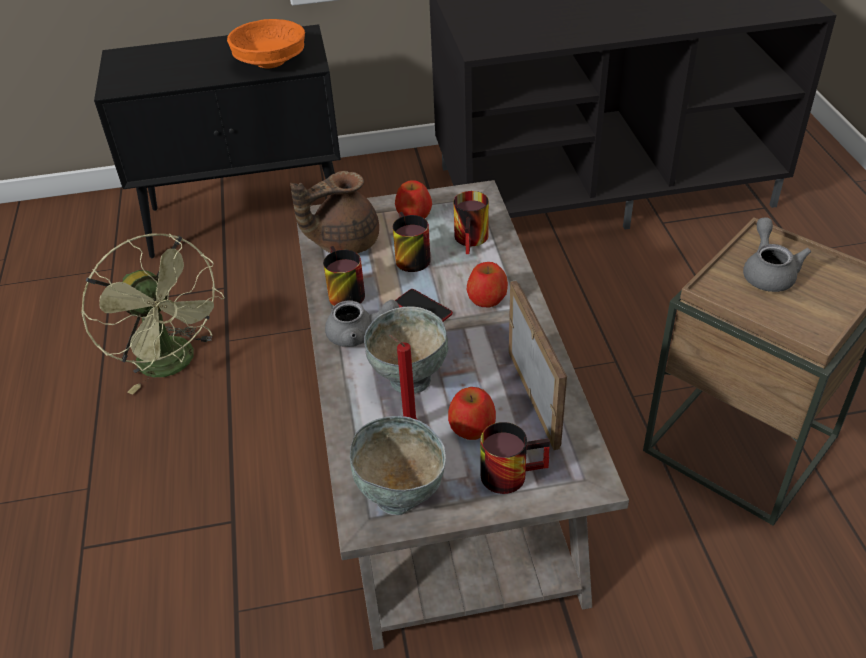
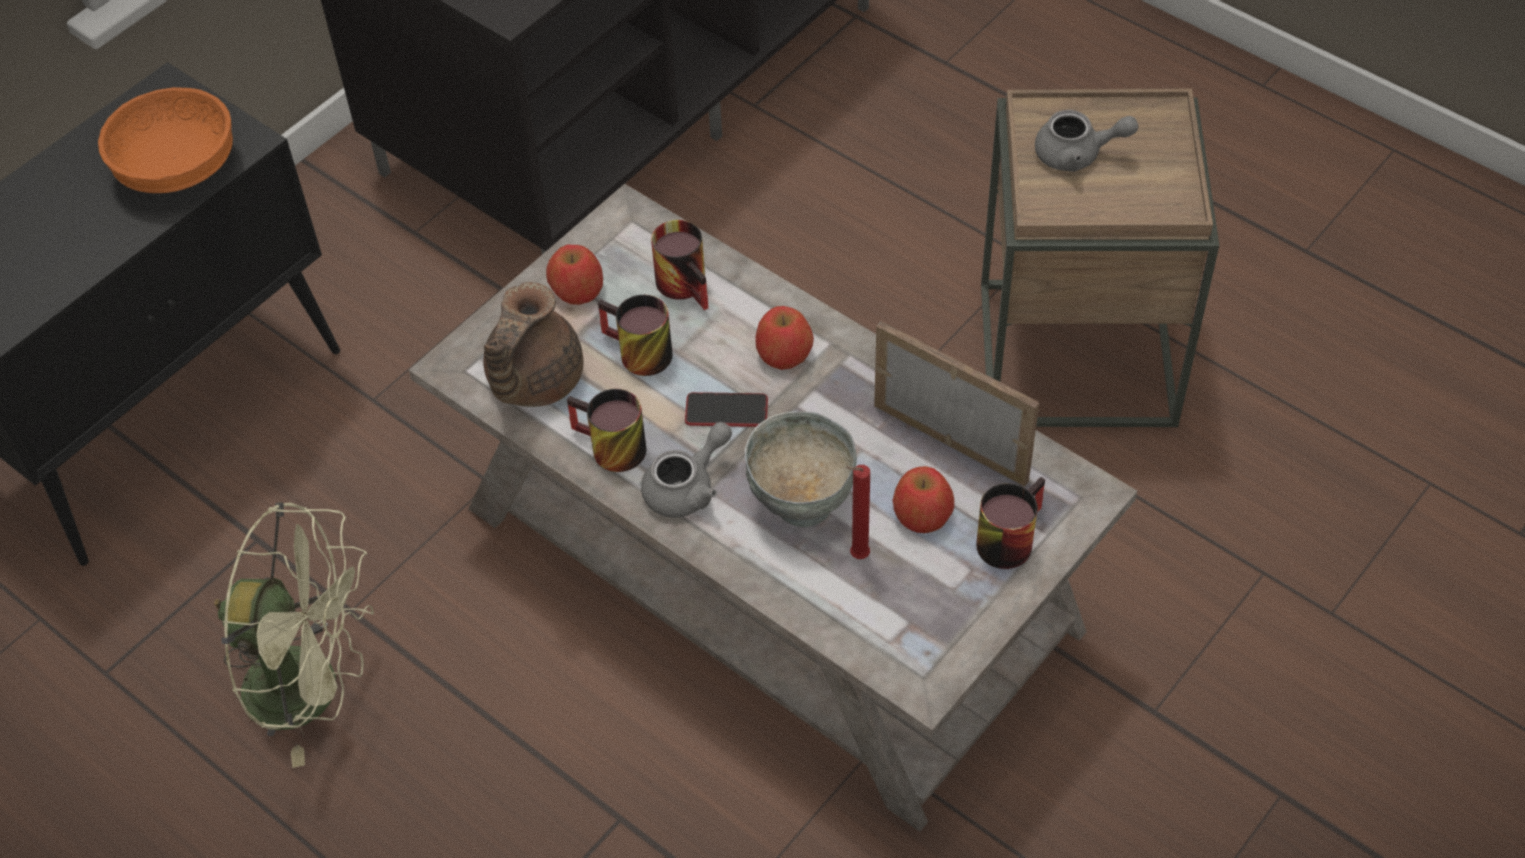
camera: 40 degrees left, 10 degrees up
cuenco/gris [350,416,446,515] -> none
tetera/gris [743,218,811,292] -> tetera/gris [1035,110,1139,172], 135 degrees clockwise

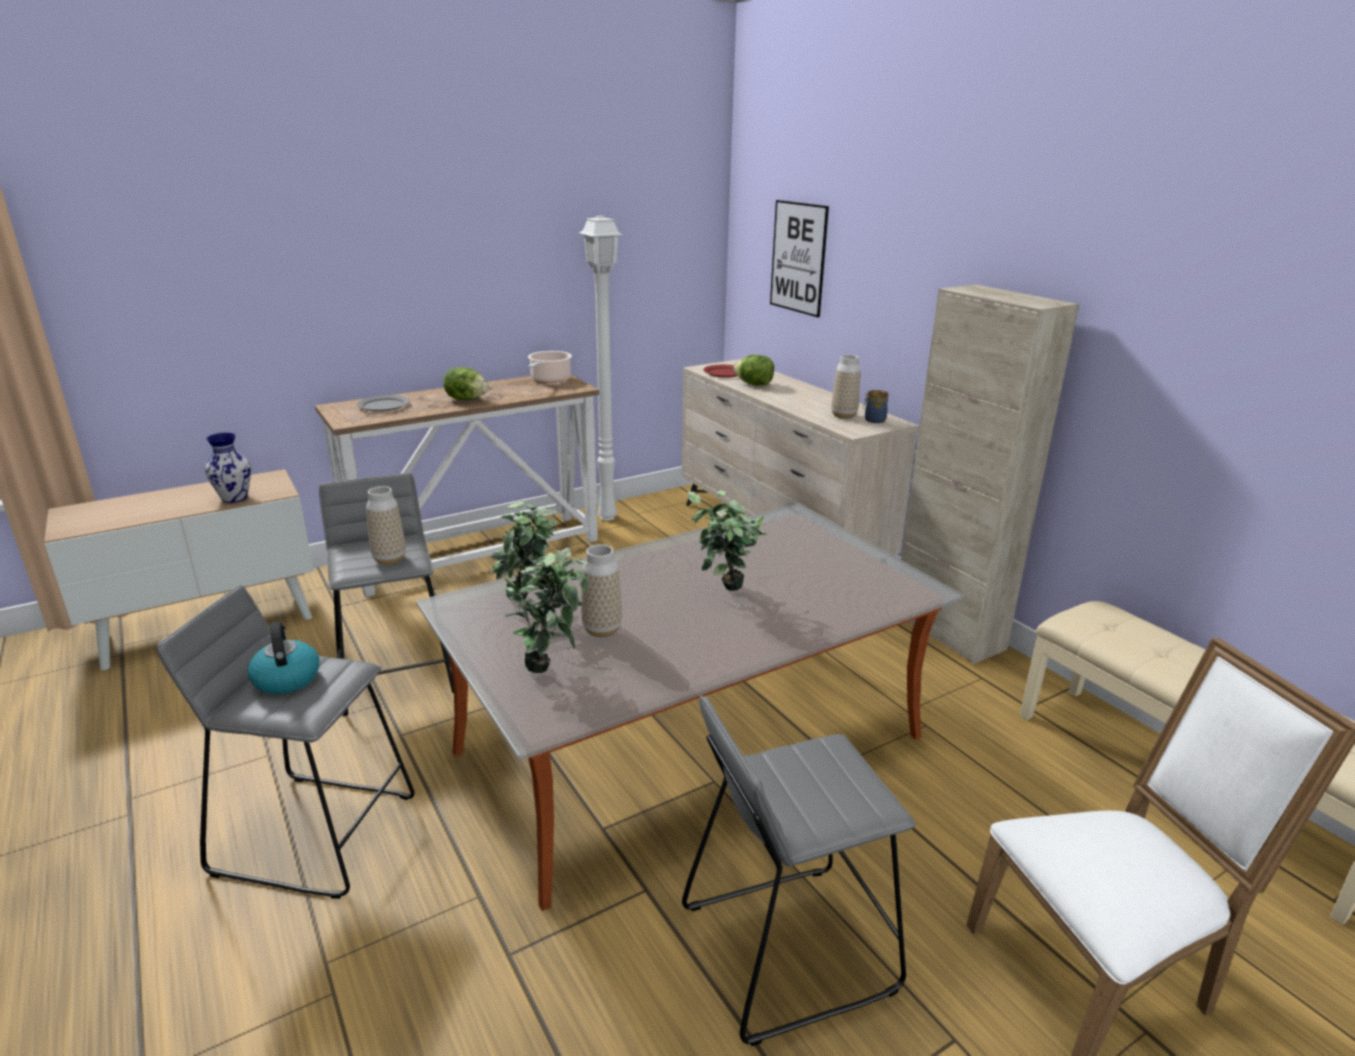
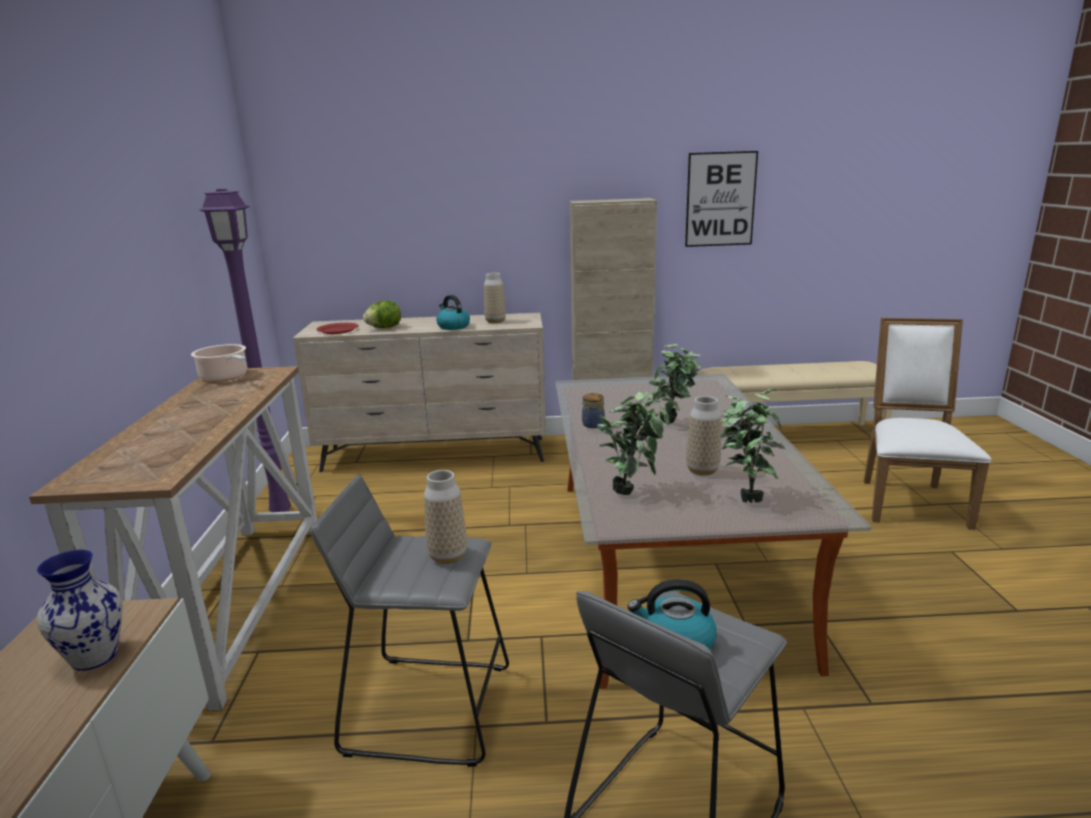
camera: 60 degrees left, 5 degrees down
plato/gris [357,395,409,412] -> none
lechuga [443,367,488,400] -> none
lámpara de pie/blanco [579,216,622,521] -> lámpara de pie/morado [198,189,291,512]
taburete/gris [682,695,916,1046] -> none
cuadro [770,200,829,317] -> cuadro [685,151,758,247], moved
tarro [863,390,889,423] -> tarro [582,393,605,428], moved
none -> hervidor [436,295,470,330]

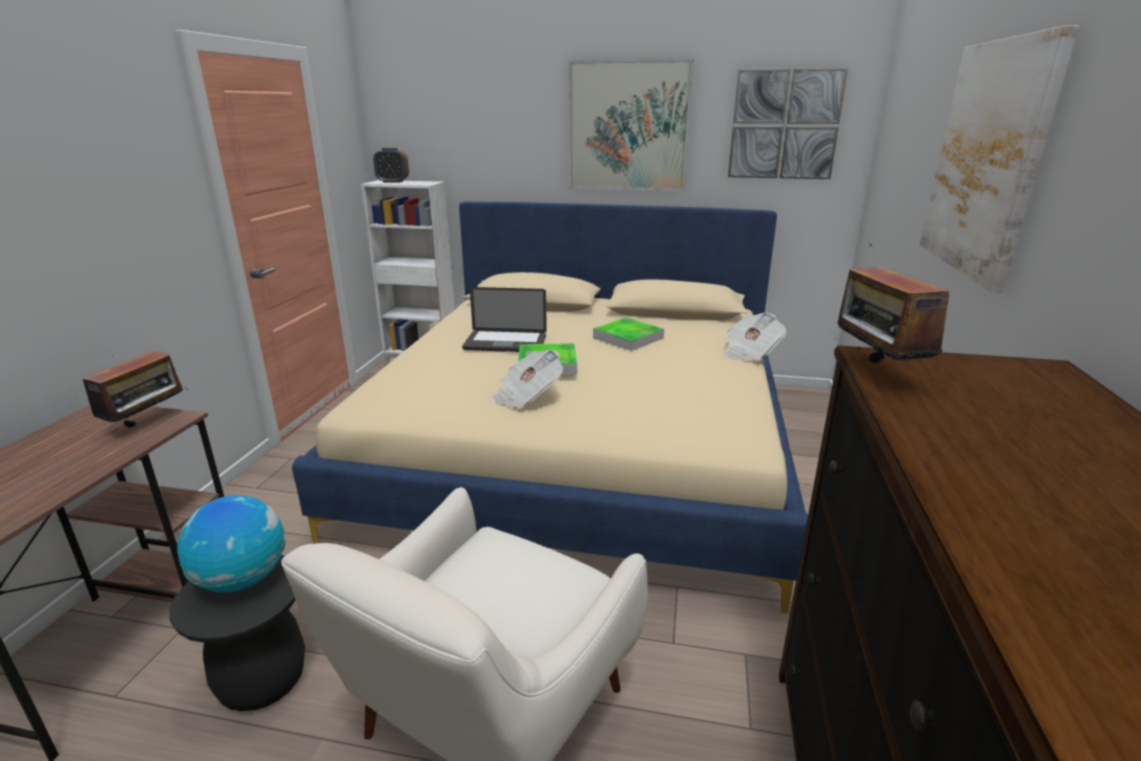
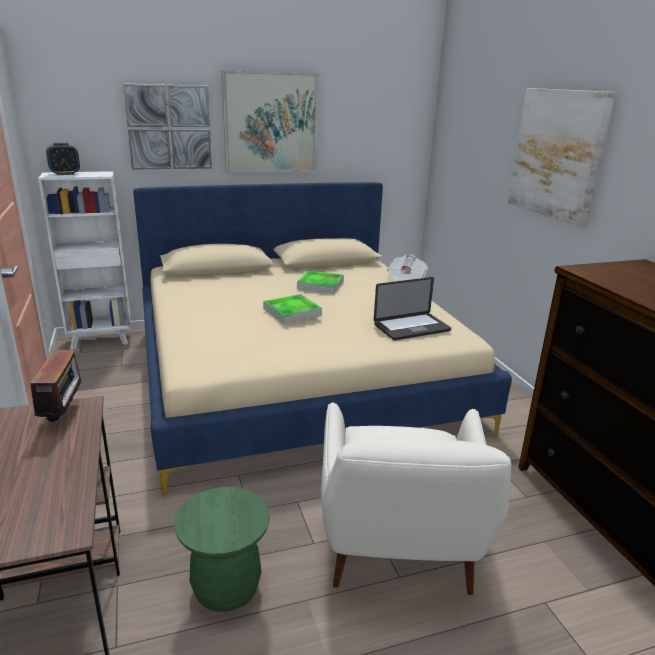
camera: 30 degrees left, 0 degrees up
taburete/negro [170,554,305,711] -> taburete/verde [174,487,270,612]
globo terráqueo [177,495,286,593] -> none
portátil [462,287,547,352] -> portátil [374,277,451,340], moved
periódico [490,350,563,409] -> none
cuadro [728,68,848,179] -> cuadro [123,83,212,170], moved
radio [835,244,949,363] -> none

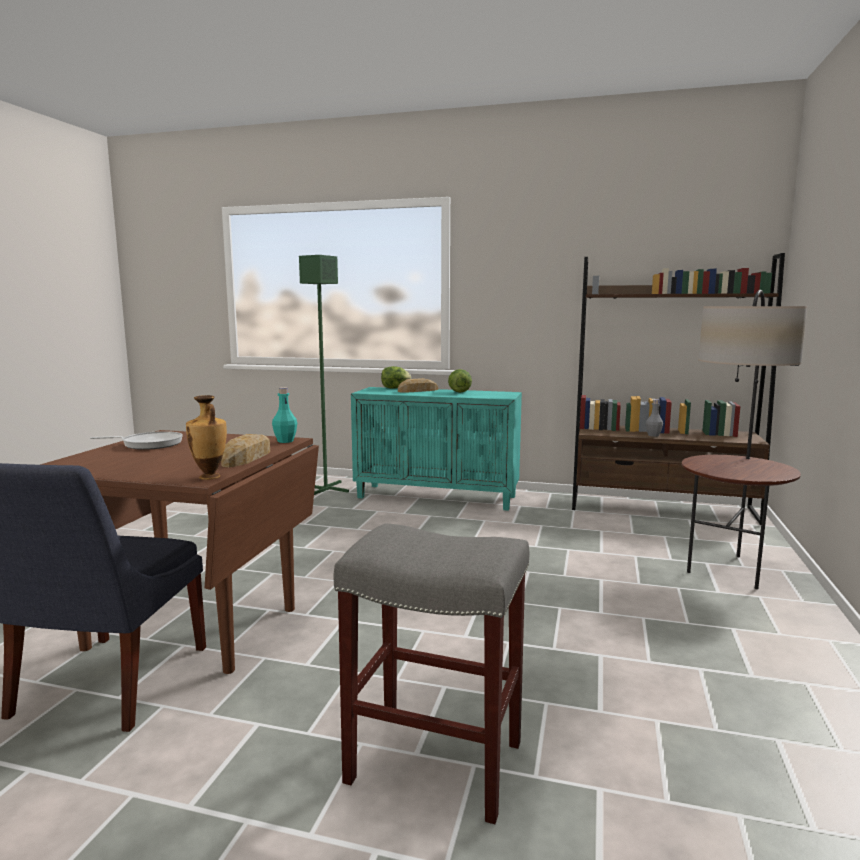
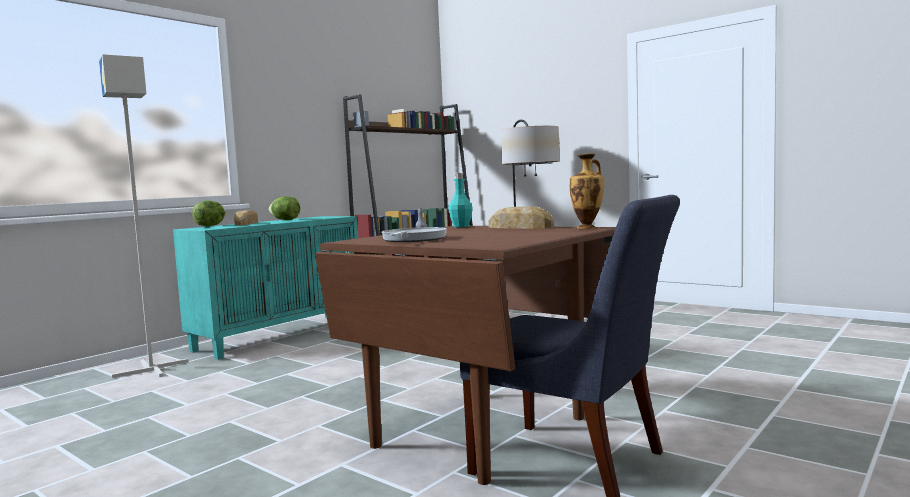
camera: 65 degrees left, 5 degrees down
lámpara de pie/verde [299,255,349,495] -> lámpara de pie/gris [99,54,189,378]
taburete/gris [334,523,529,824] -> none

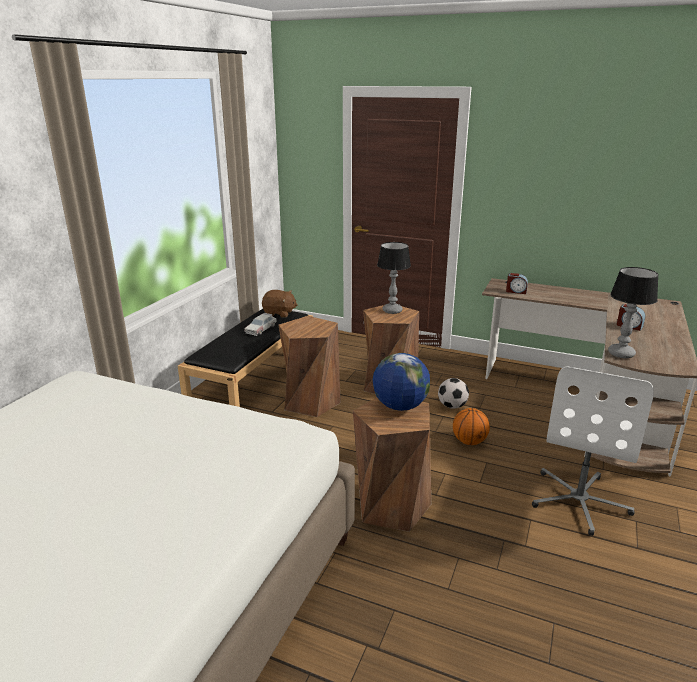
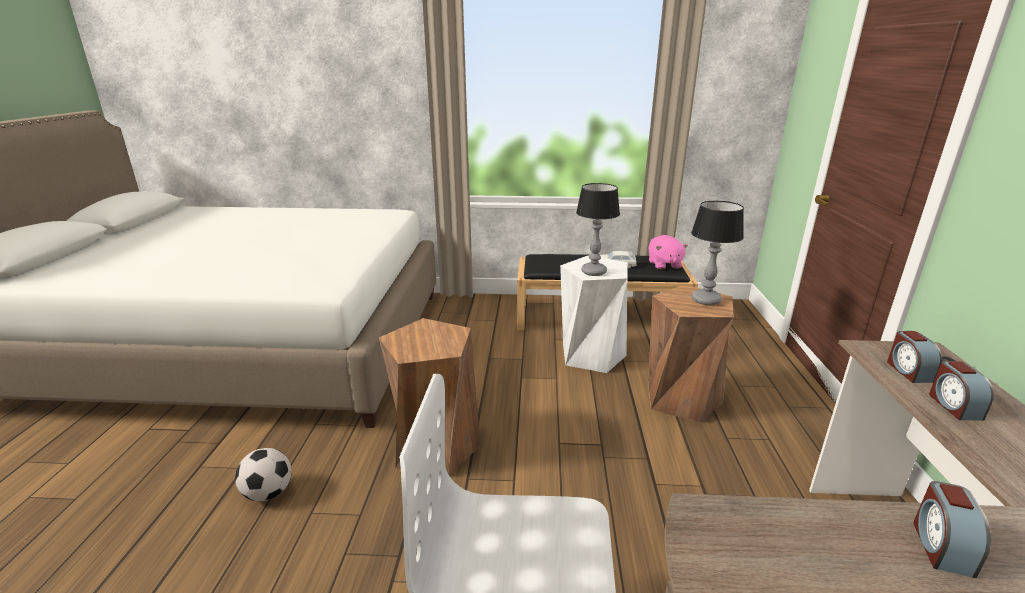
camera: 70 degrees right, 0 degrees up
peluche/marrón [262,290,298,318] -> peluche/rosa [648,235,688,270]
taburete/marrón [279,316,341,417] -> taburete/blanco [560,255,628,373]
globo terráqueo [373,353,430,411] -> none
balón de fútbol [438,378,469,409] -> balón de fútbol [235,448,292,501], moved
balón de baloncesto [453,408,490,445] -> none
lámpara de mesa [608,267,659,358] -> lámpara de mesa [576,183,620,276], moved
none -> despertador [929,361,994,420]

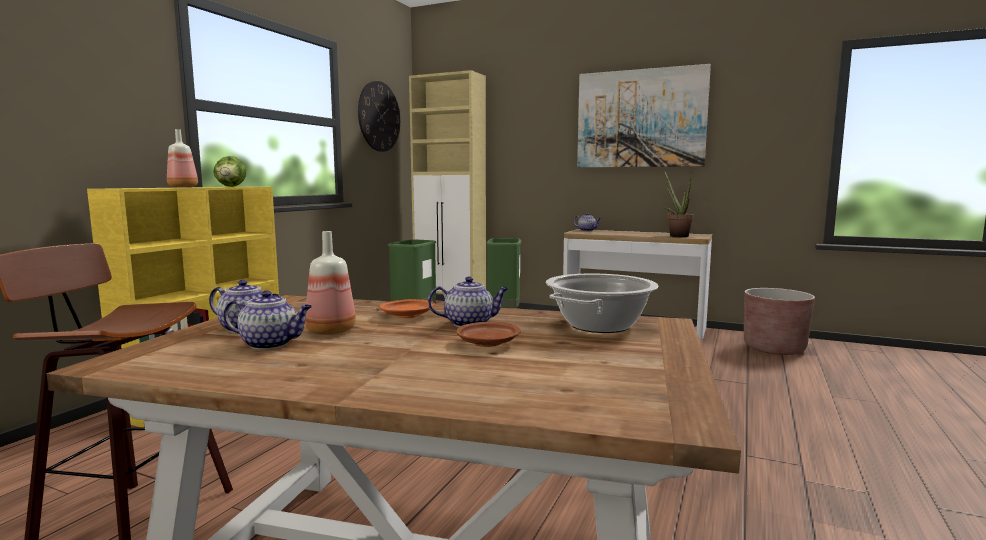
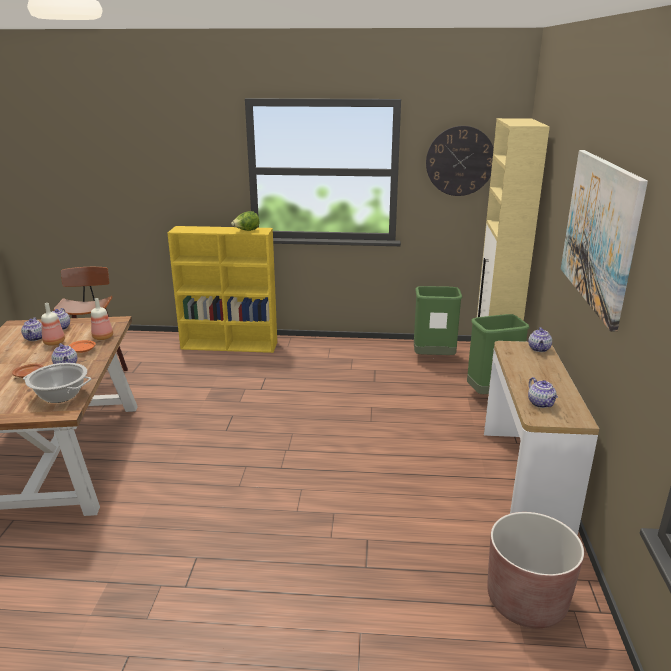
camera: 70 degrees right, 15 degrees up
botella [167,129,198,187] -> botella [91,298,113,340], moved
planta en maceta [663,170,694,237] -> tetera [528,377,558,408]

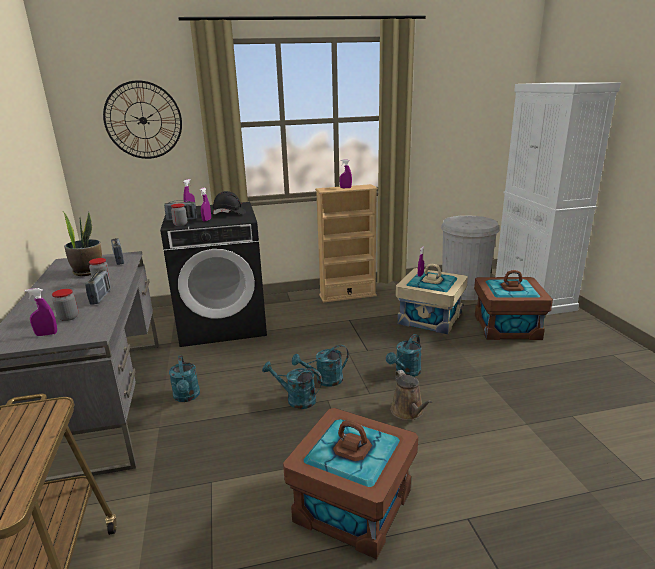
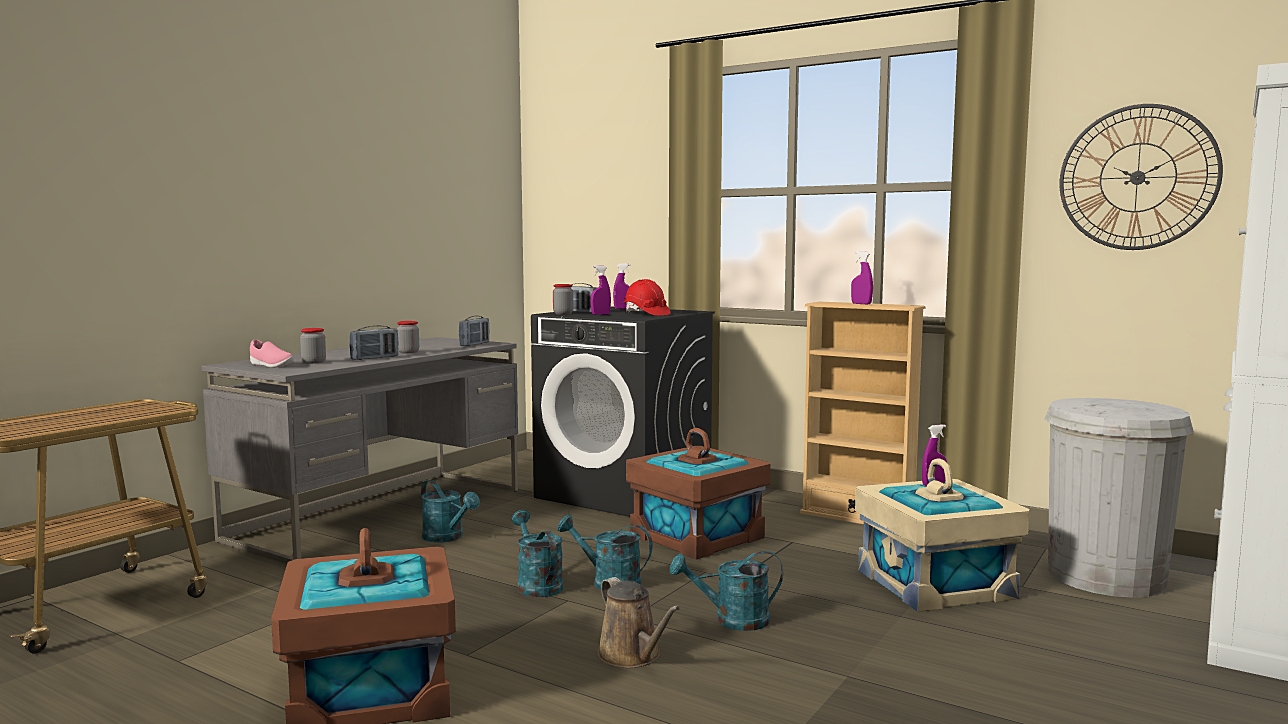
camera: 45 degrees right, 15 degrees down
pulverizador/morado [25,288,57,336] -> zapato/rosa [250,339,294,368]
planta en maceta [63,212,102,276] -> none
reloj de pared [103,80,182,159] -> reloj de pared [1060,104,1223,250], moved
regadera/turquesa [169,355,200,402] -> regadera/turquesa [421,480,480,542], 75 degrees counterclockwise
casco/negro [212,191,246,215] -> casco/rojo [623,279,671,316]
regadera/marrón [391,370,432,420] -> regadera/marrón [597,577,680,668], 60 degrees counterclockwise
caja de almacenaje/marrón [474,270,553,340] -> caja de almacenaje/marrón [626,428,770,560], moved

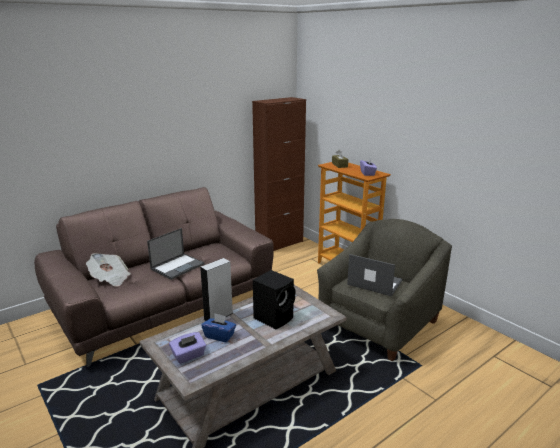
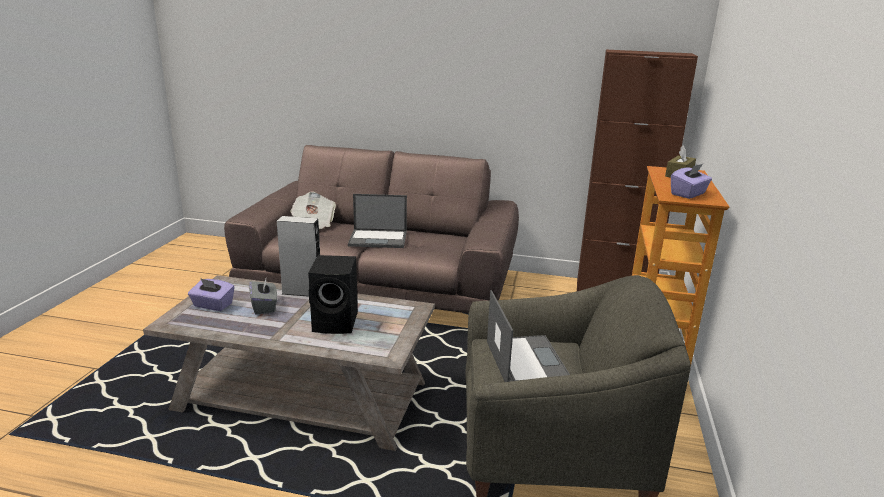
camera: 50 degrees right, 0 degrees up
caja de pañuelos/azul [201,313,236,342] -> caja de pañuelos/gris [249,279,277,314]

